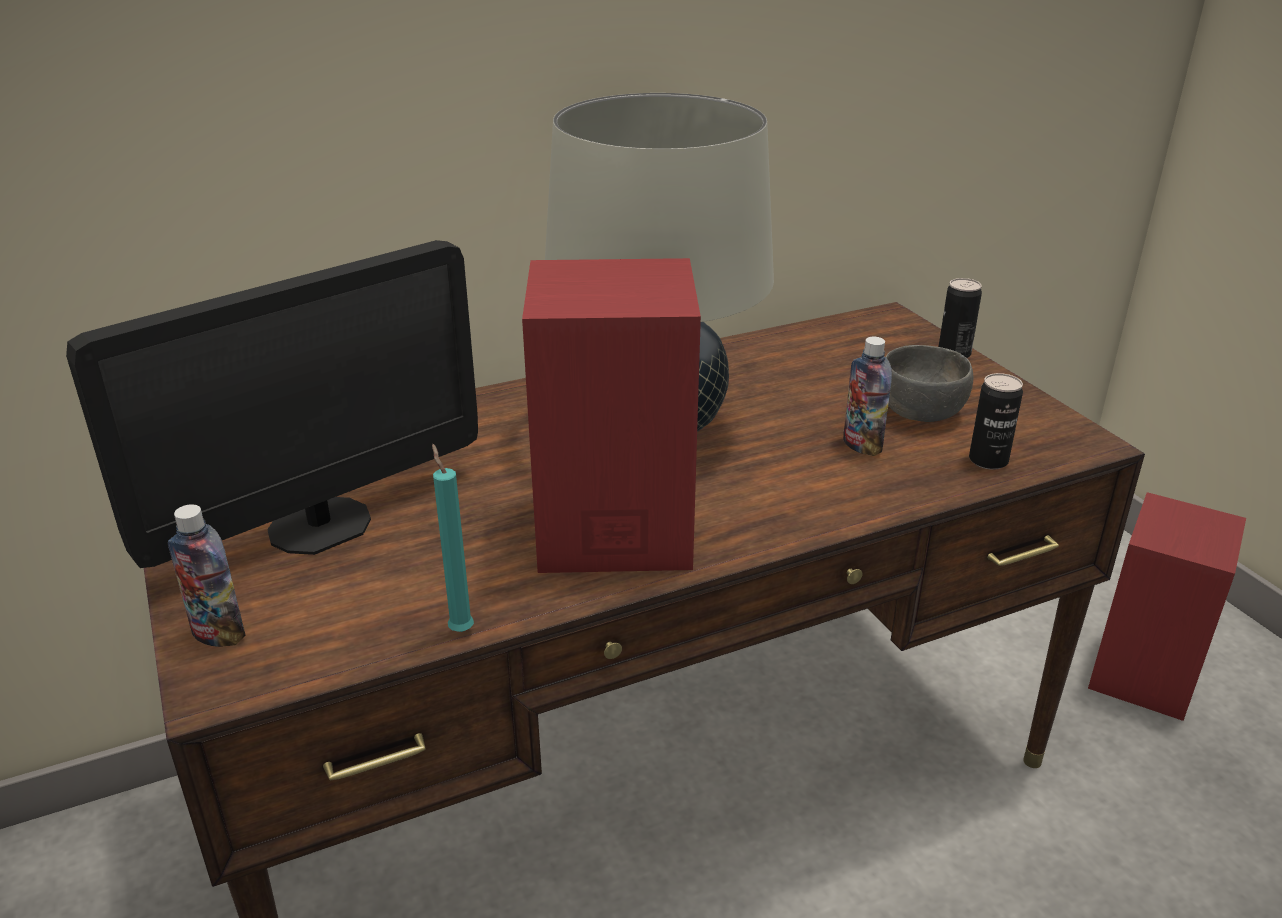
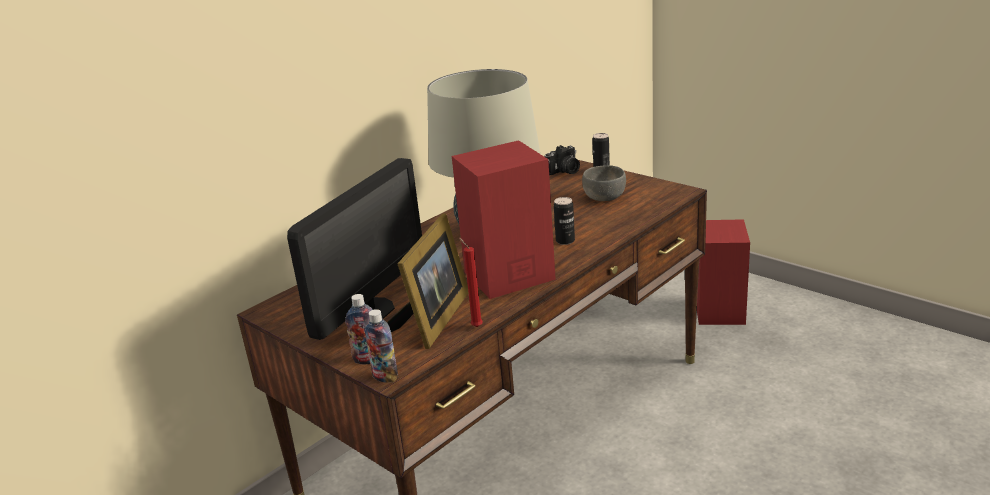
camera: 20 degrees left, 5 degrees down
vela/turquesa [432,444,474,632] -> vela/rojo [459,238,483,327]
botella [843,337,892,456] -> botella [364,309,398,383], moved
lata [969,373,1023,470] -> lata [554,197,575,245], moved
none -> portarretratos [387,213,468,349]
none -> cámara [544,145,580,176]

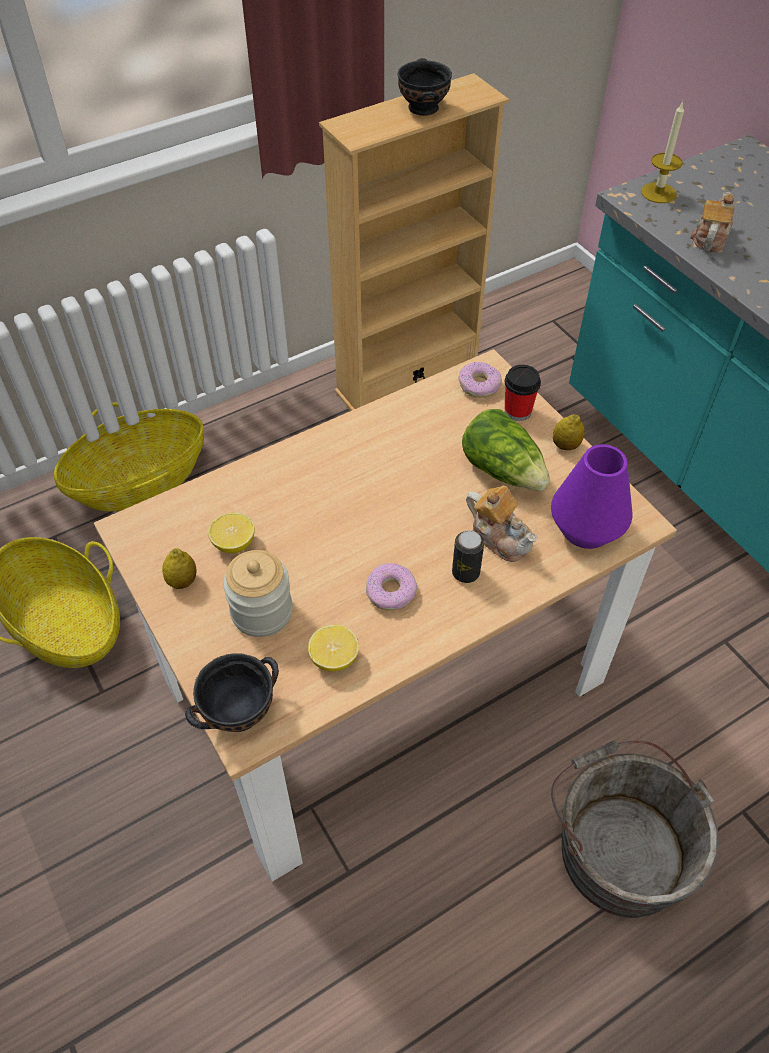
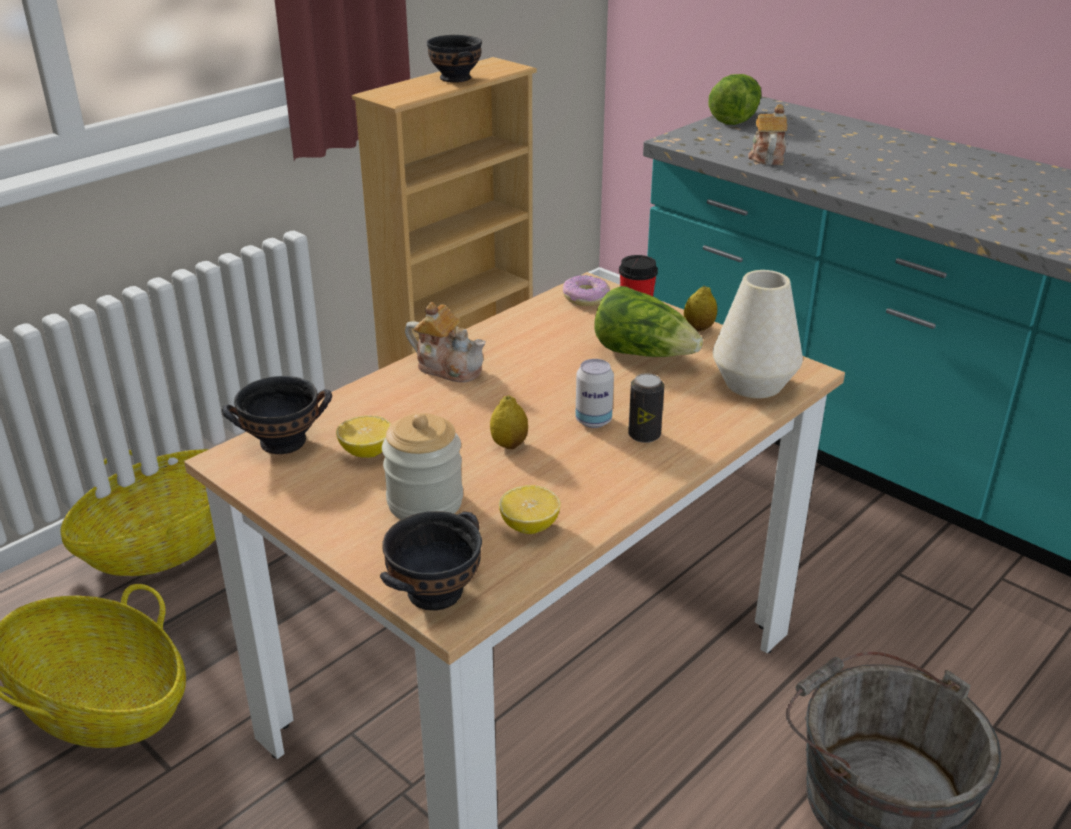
camera: 15 degrees left, 20 degrees down
limón [162,548,197,589] -> limón [490,395,528,449], moved
rosquilla [366,563,417,611] -> none
tetera [466,486,538,562] -> tetera [405,302,486,382], moved
florero/morado [551,444,633,549] -> florero/blanco [713,270,803,398]
vela [641,101,684,203] -> none
none -> cuenco/negro [222,376,332,454]
none -> lata [575,359,614,428]
none -> lechuga [708,74,762,125]

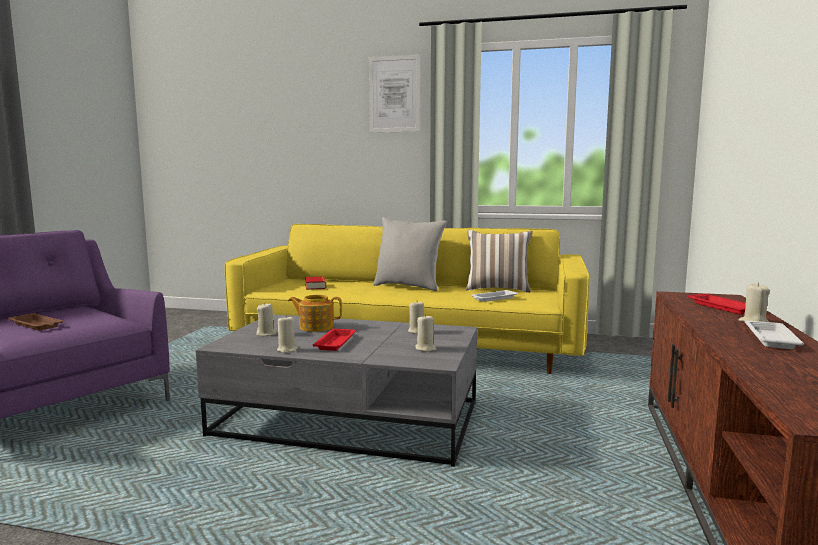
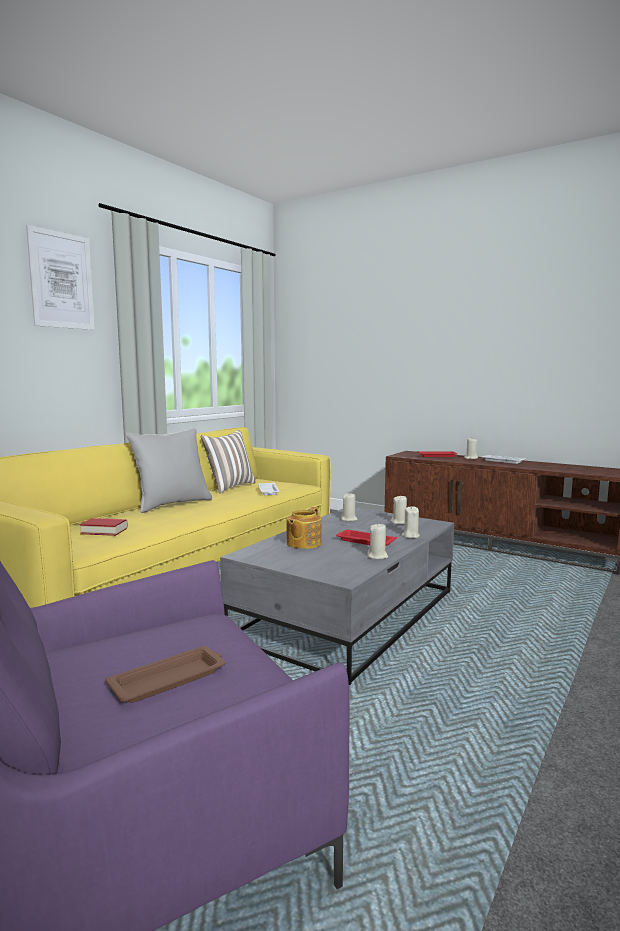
camera: 70 degrees left, 0 degrees up
vela/beis [256,303,276,336] -> vela/beis [402,506,420,538], moved

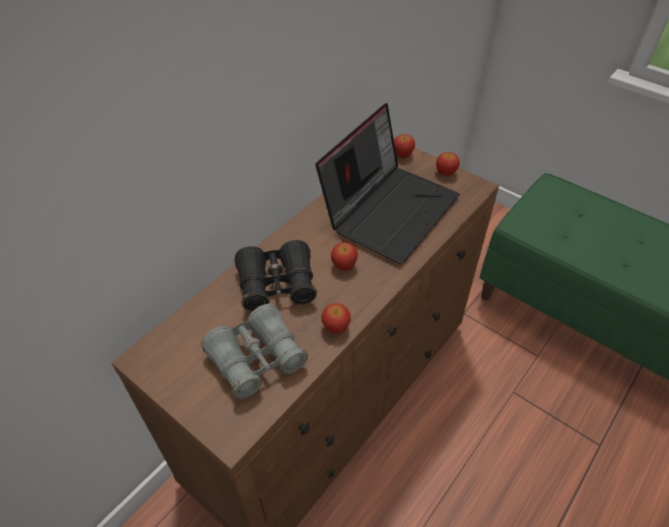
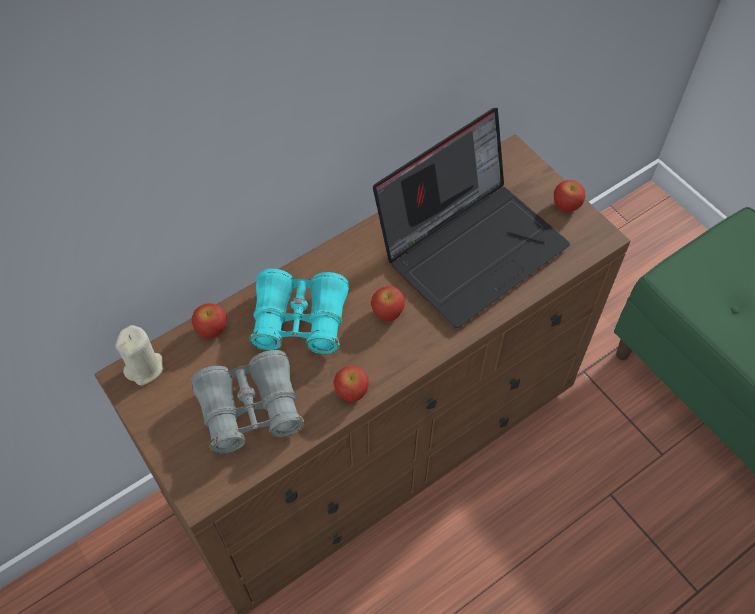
camera: 15 degrees right, 10 degrees up
prismáticos/negro [235,240,317,312] -> prismáticos/turquesa [249,269,349,354]
manzana [394,134,415,158] -> manzana [192,303,227,339], moved
none -> vela/beis [115,325,163,386]

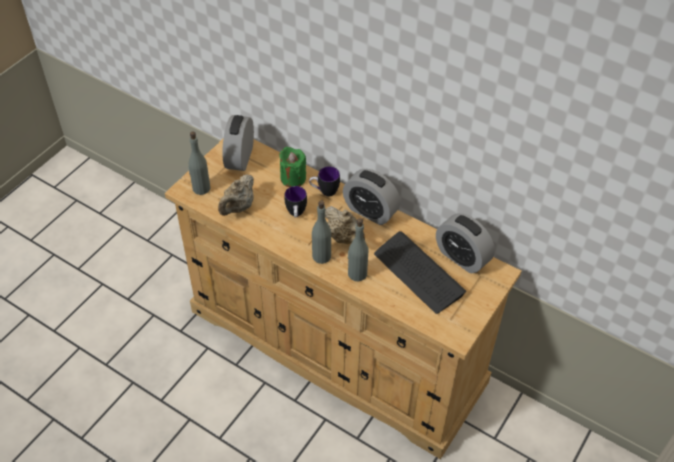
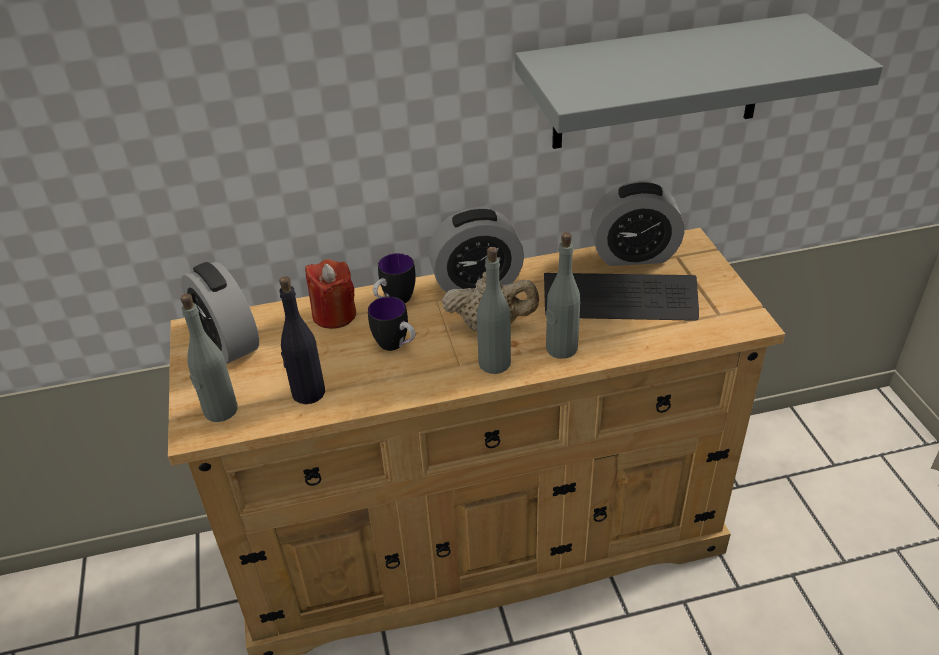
camera: 45 degrees left, 10 degrees down
tetera/beis [218,174,254,216] -> botella/negro [279,276,325,404]
vela/verde [279,147,306,187] -> vela/rojo [305,259,356,329]
none -> estante/gris [515,13,883,149]

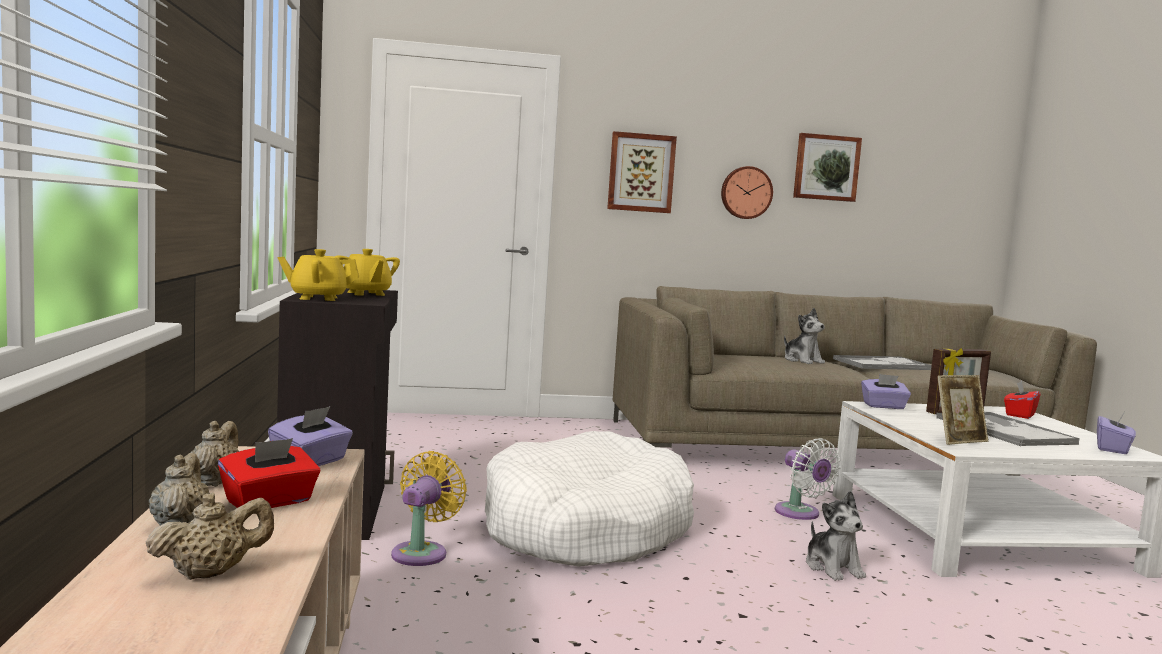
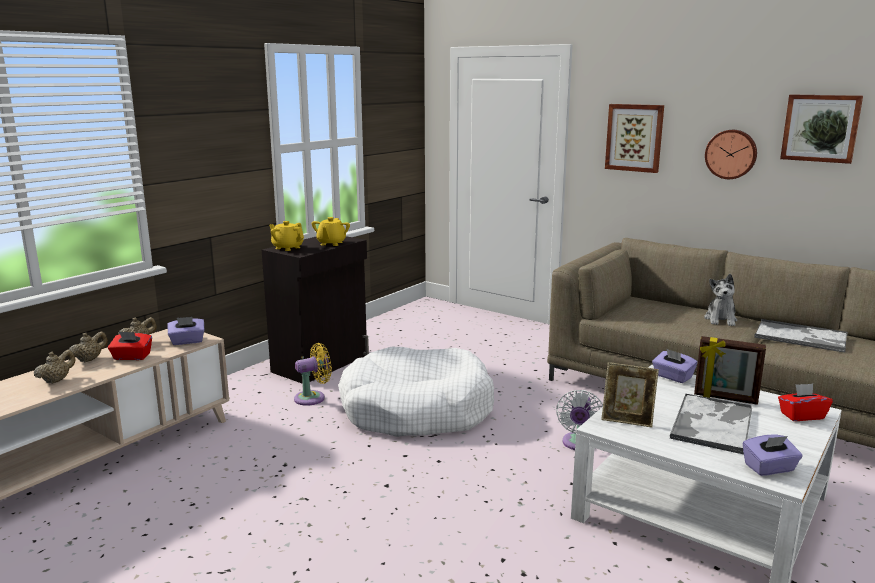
camera: 45 degrees right, 10 degrees up
tetera/beis [146,493,274,580] -> tetera/beis [34,350,75,384], 75 degrees counterclockwise
peluche [806,491,866,581] -> none

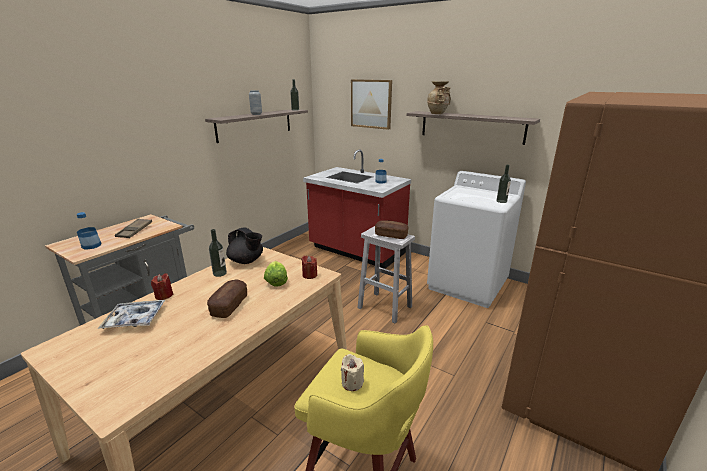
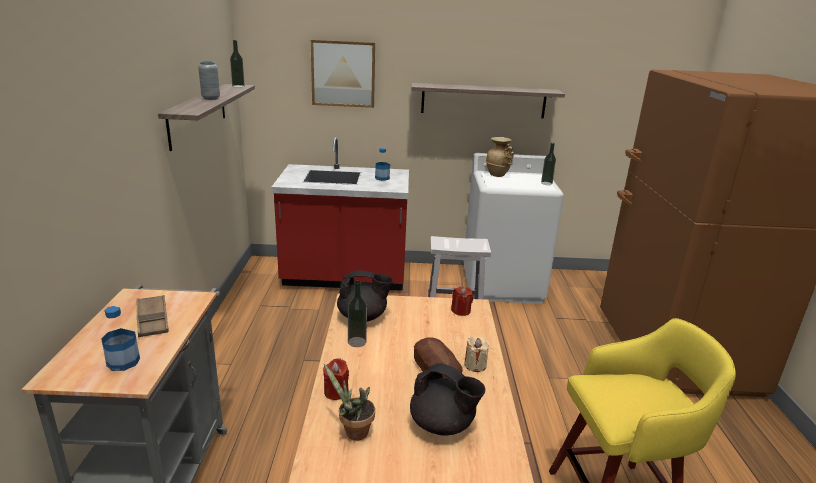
camera: 35 degrees left, 0 degrees up
bandeja [97,300,165,329] -> planta en maceta [324,364,375,440]
lechuga [264,261,288,287] -> none
vela/beis [341,354,364,391] -> vela/beis [464,336,489,372], moved
pan [375,220,408,239] -> none
florero/beis [427,81,451,114] -> florero/beis [485,137,514,177], moved
none -> tetera/negro [410,363,485,436]

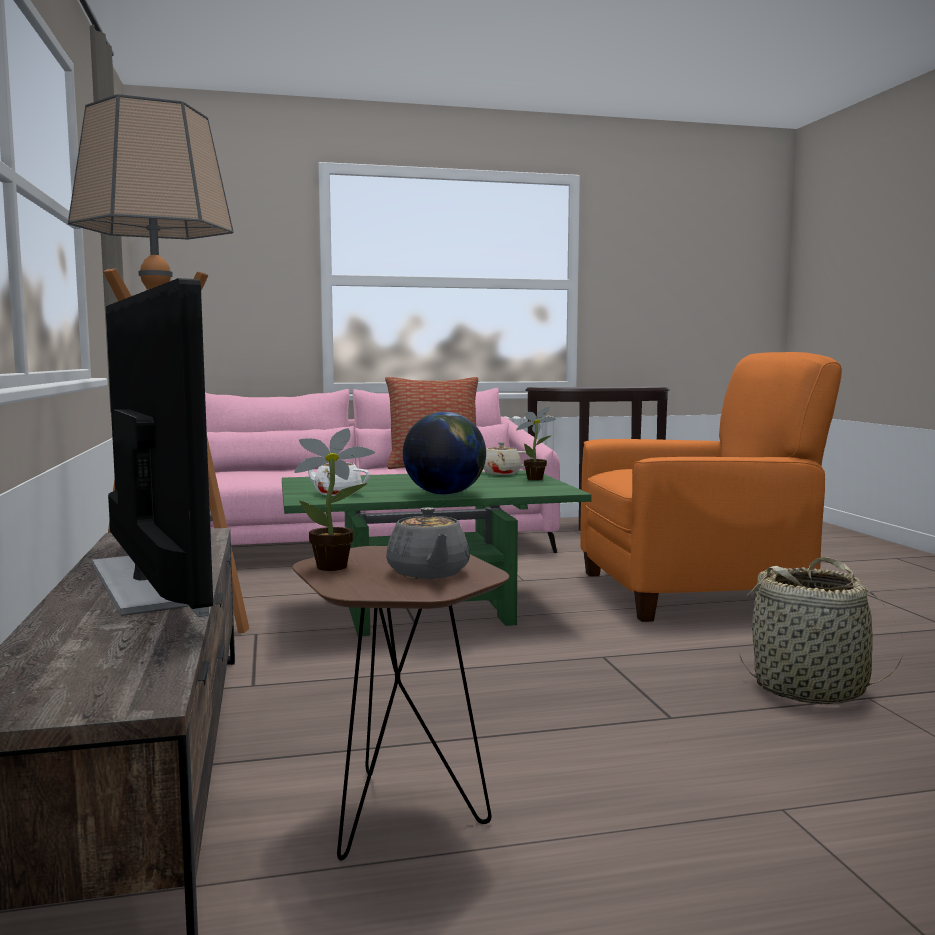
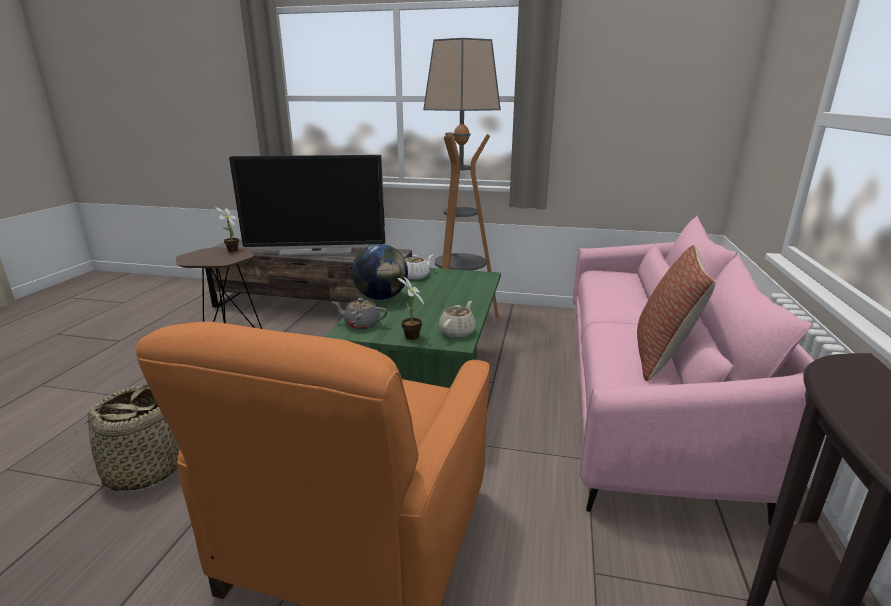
camera: 115 degrees right, 15 degrees up
tetera/gris [386,507,470,579] -> tetera/gris [332,298,388,329], moved

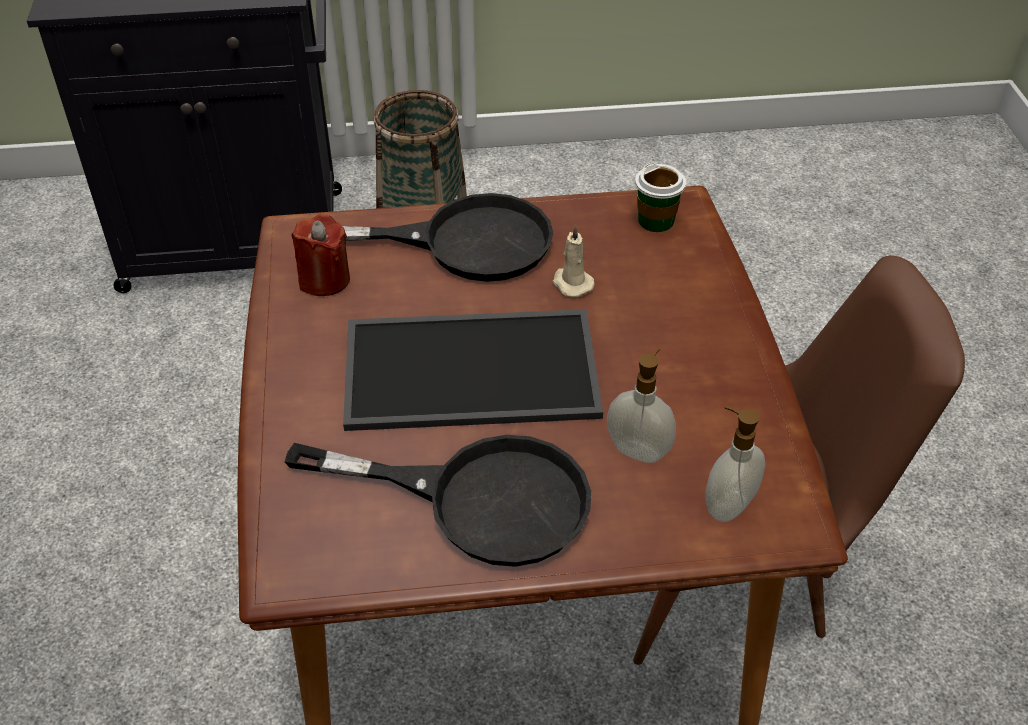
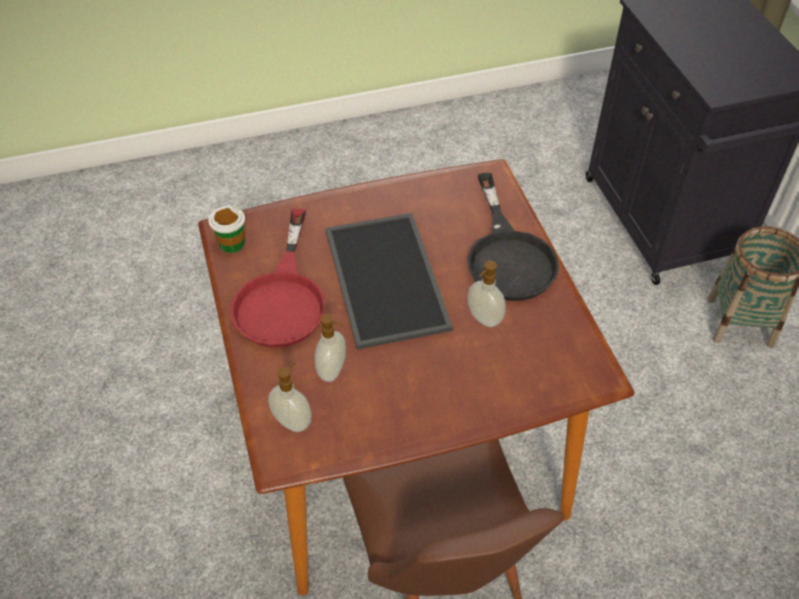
camera: 80 degrees right, 5 degrees up
sartén/negro [285,435,591,567] -> sartén/rojo [231,209,326,348]
vela/rojo [292,214,350,296] -> none
vela/beis [552,224,594,297] -> dispensador de jabón [467,261,506,327]
taza [635,163,686,232] -> taza [208,206,245,253], moved

